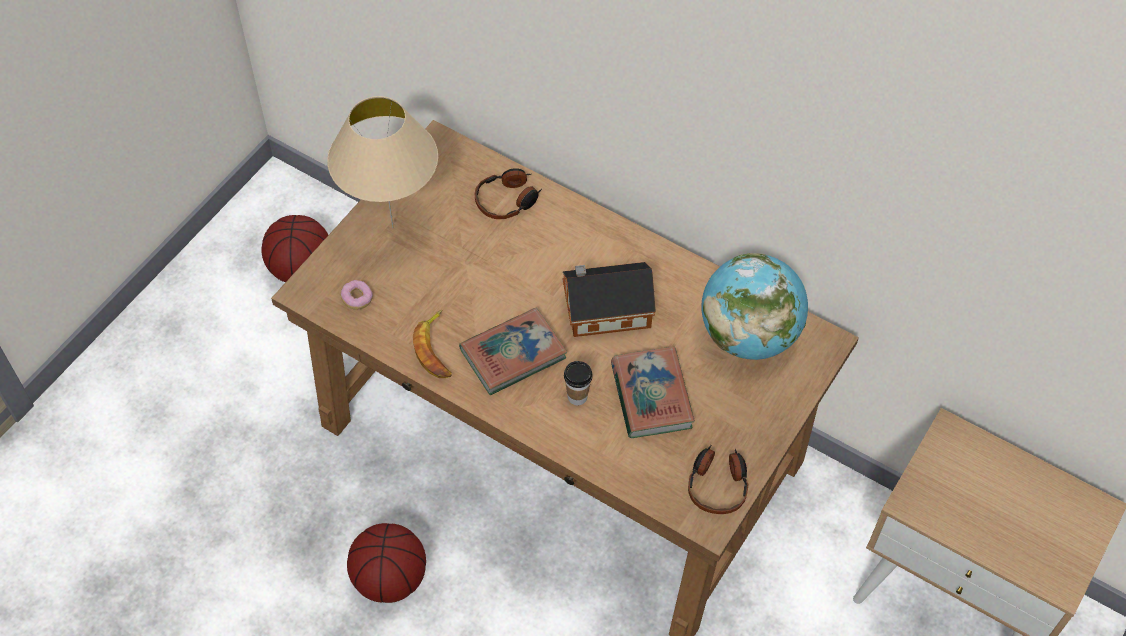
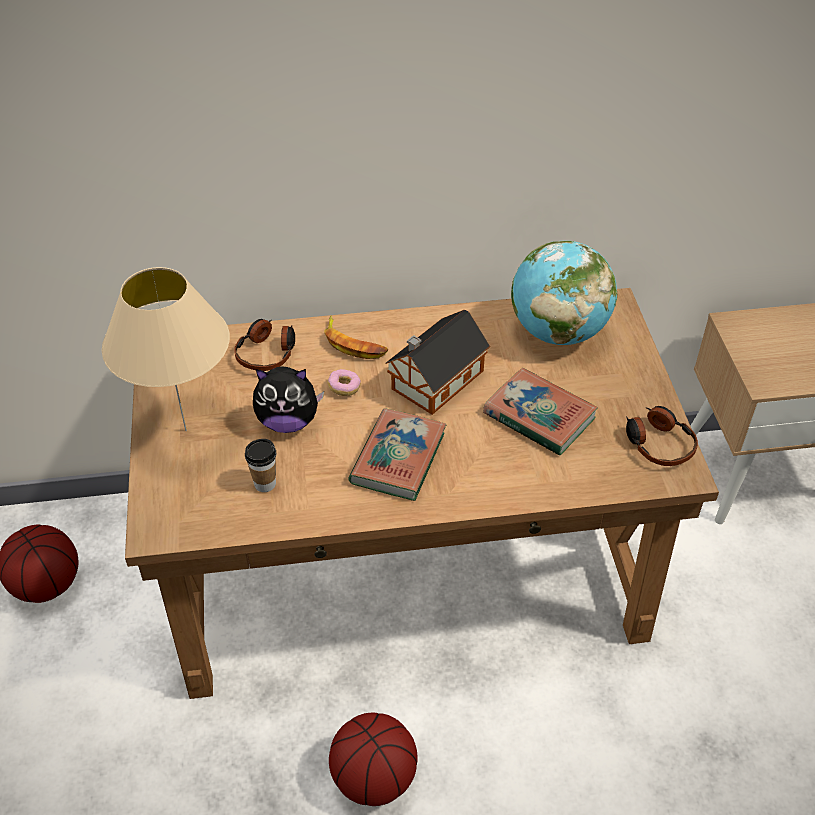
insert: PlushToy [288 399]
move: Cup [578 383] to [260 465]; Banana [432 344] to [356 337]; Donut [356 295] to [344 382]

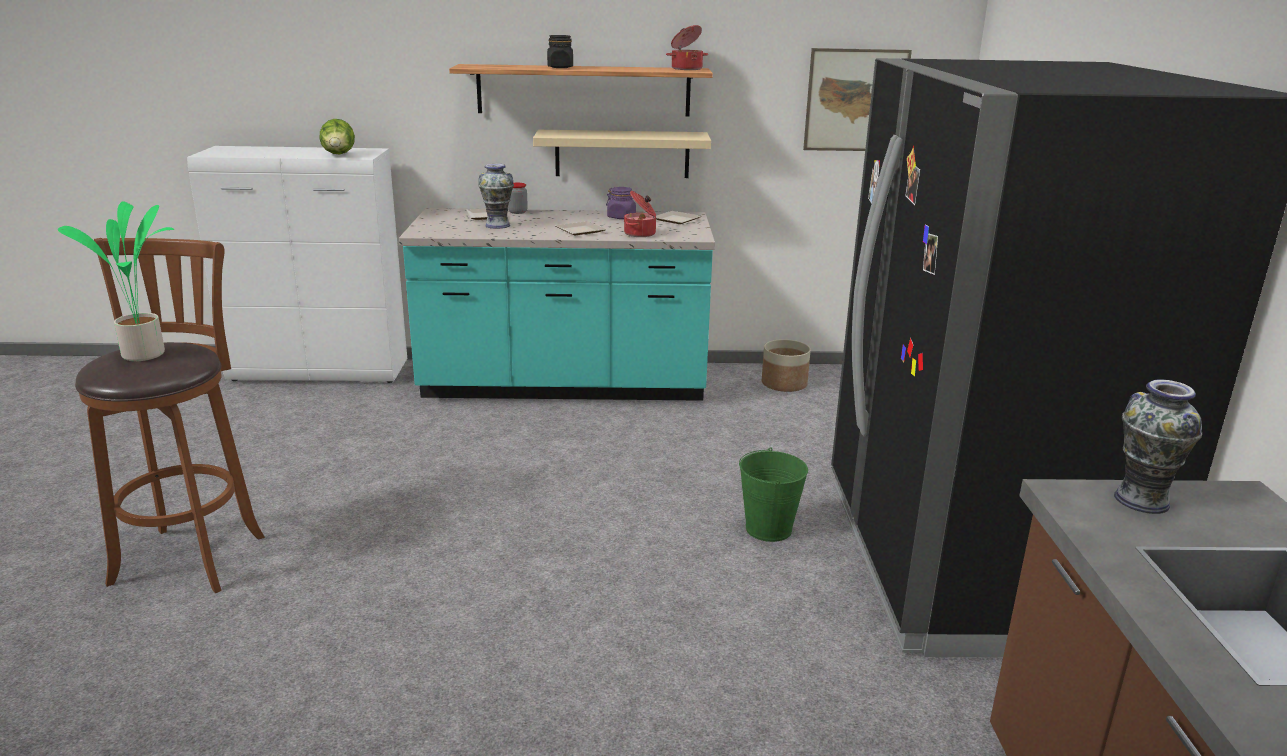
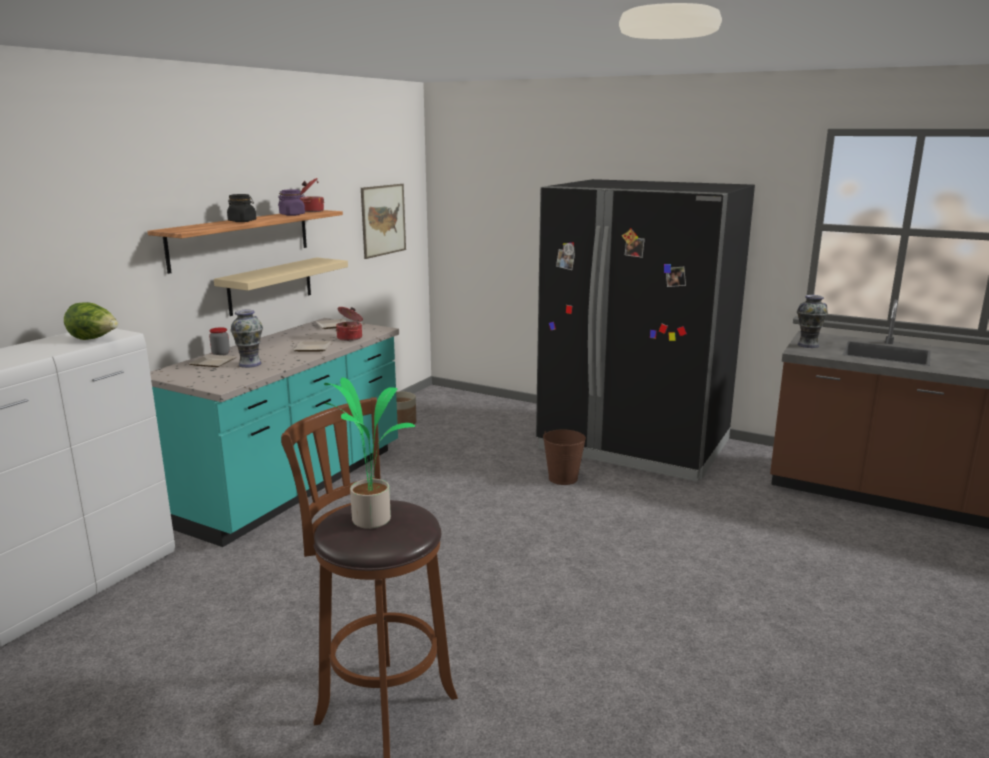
move: PurpleJar [621 203] to [291 202]
recolor: GreenBucket [773 494] to BrownBucket [564 457]

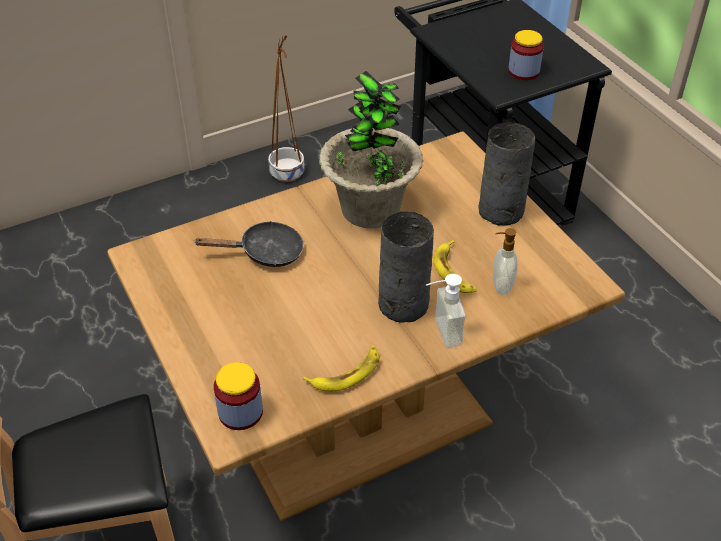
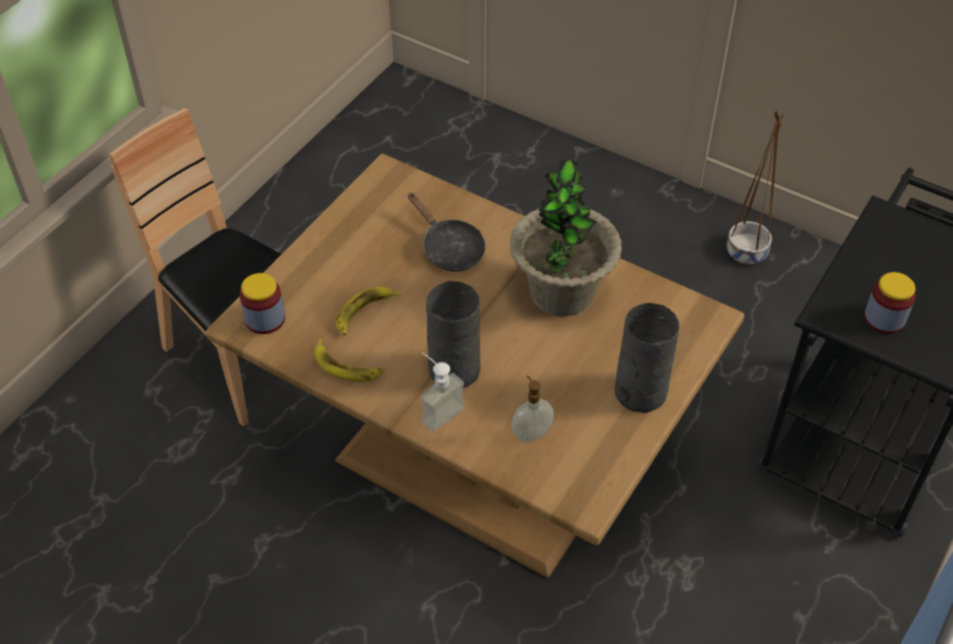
move: Banana [455 266] to [368 311]

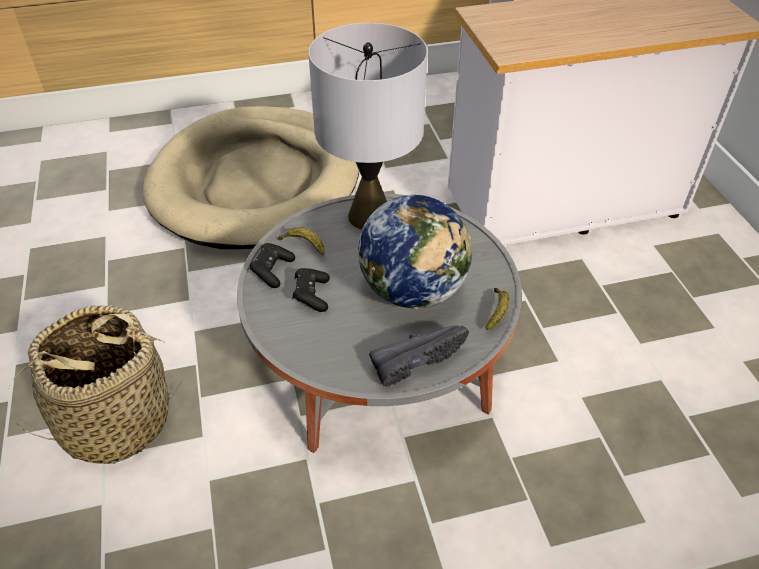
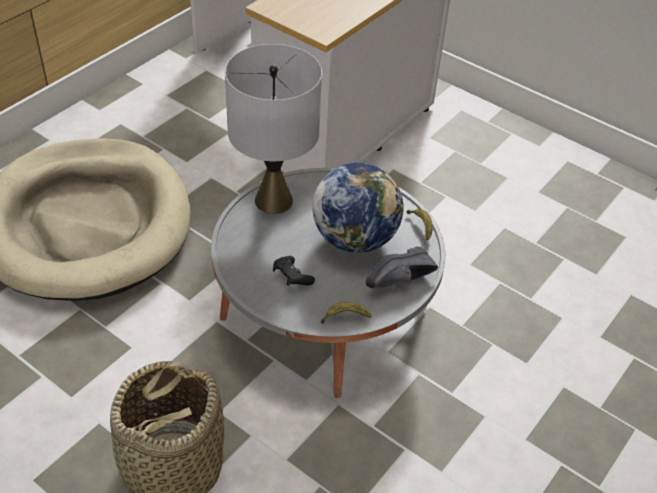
delete: BlackGameController [272 265]
move: Banana [301 241] to [346 313]
rotate: BlackShoe [419 356] = [402 267] 150 degrees counterclockwise

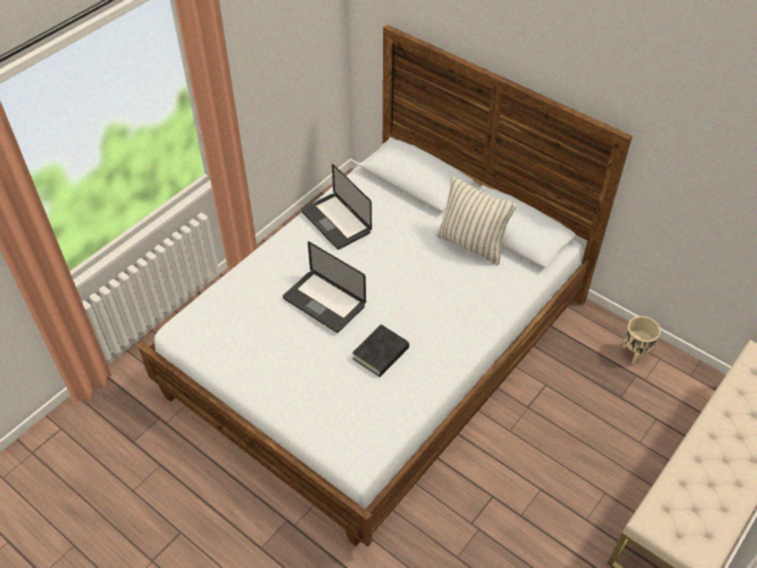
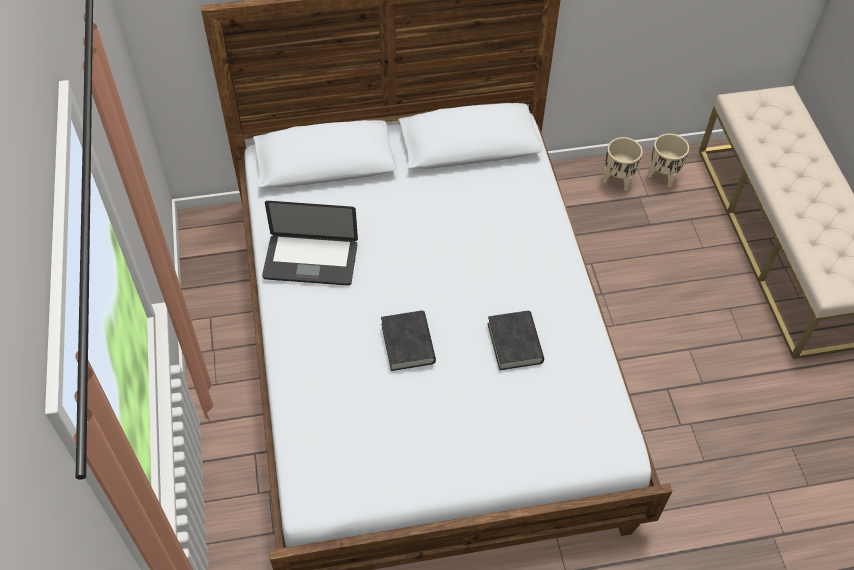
delete: Pillow [476 221]
insert: BeigePlanter [668 161]
replace: Laptop [324 287] to BlackBook [408 341]

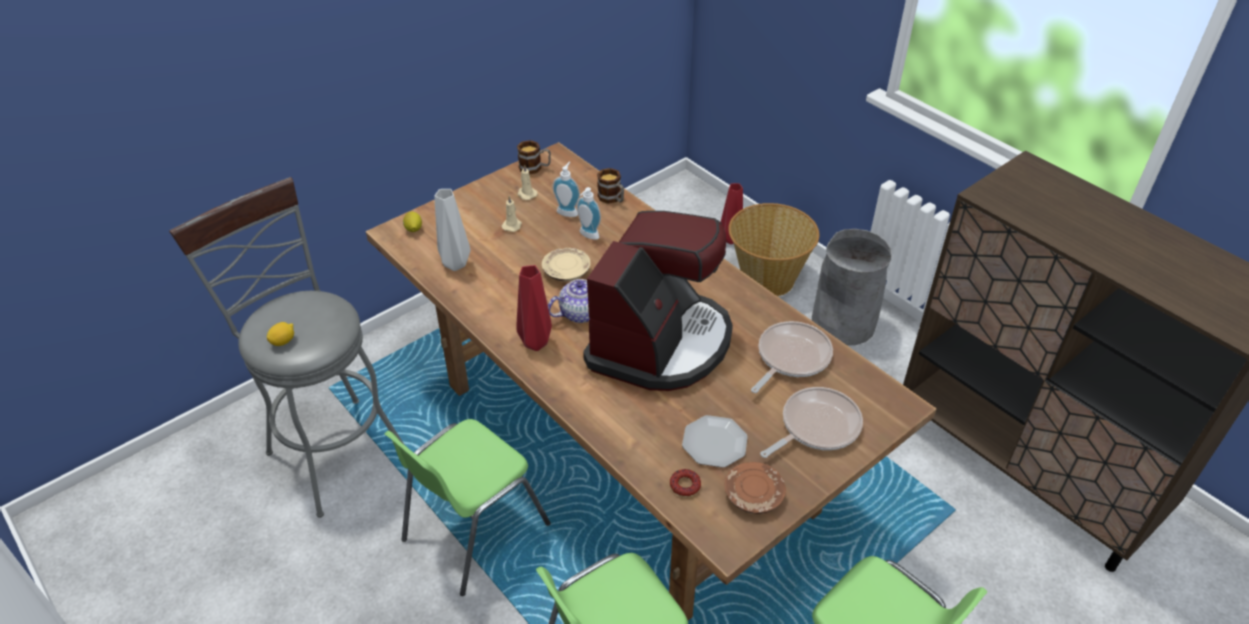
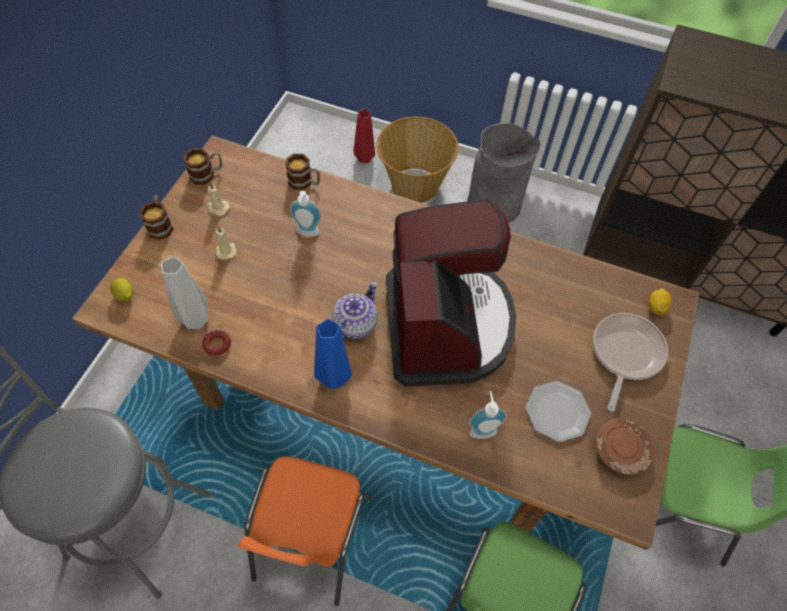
delete: BeigePlate [566 264]; FryingPan [792 357]
insert: Mug [156 217]
move: Donut [685 483] to [216 343]; SoapDispenser [566 189] to [488 415]; Lemon [280 334] to [660 302]
recolor: GreenChair [467 507] to OrangeChair [305 531]; RedVase [534 308] to BlueVase [333 354]

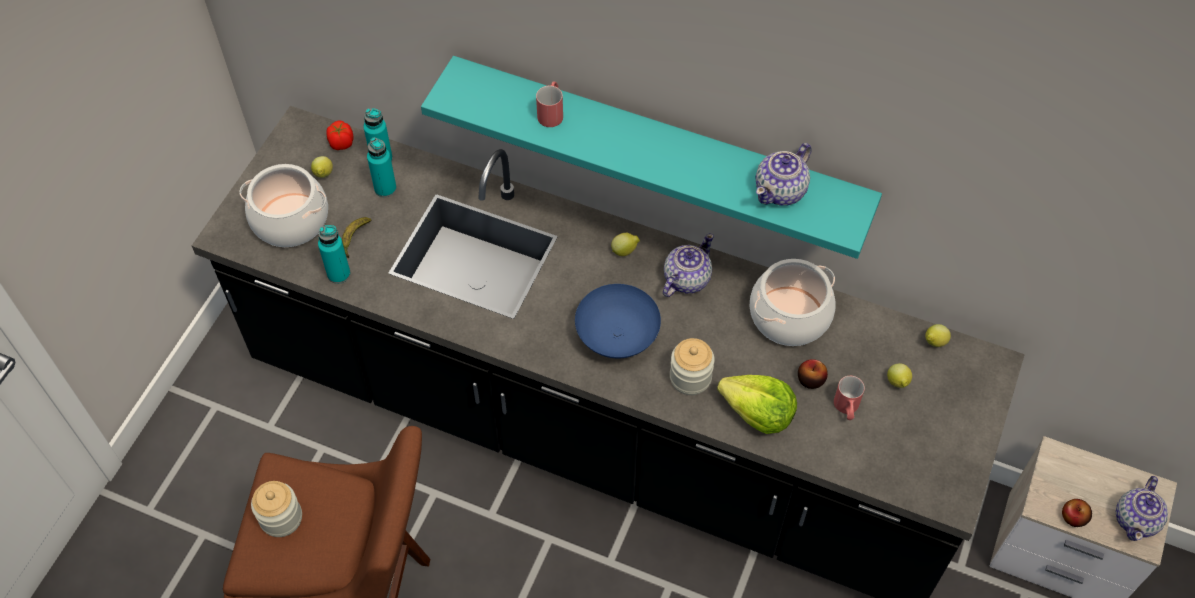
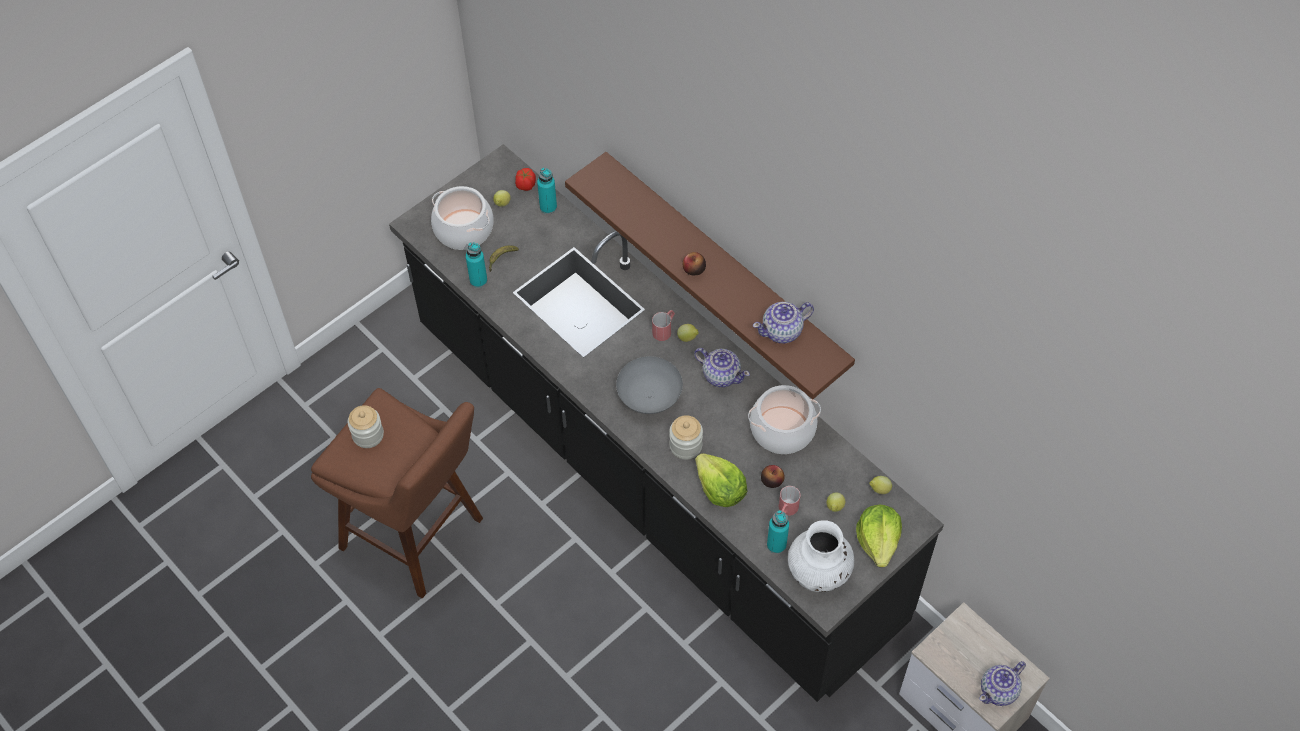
insert: WhiteVase [821 556]; Lettuce [879 536]
move: RedMug [549 104] to [663 325]; Apple [1077 513] to [694 263]; TurquoiseBottle [382 167] to [778 532]
recolor: TurquoiseShelf [651 157] to BrownShelf [710 275]; BlueBowl [618 321] to GreyBowl [649 385]
rotate: Teapot [688 265] = [722 367] 60 degrees clockwise

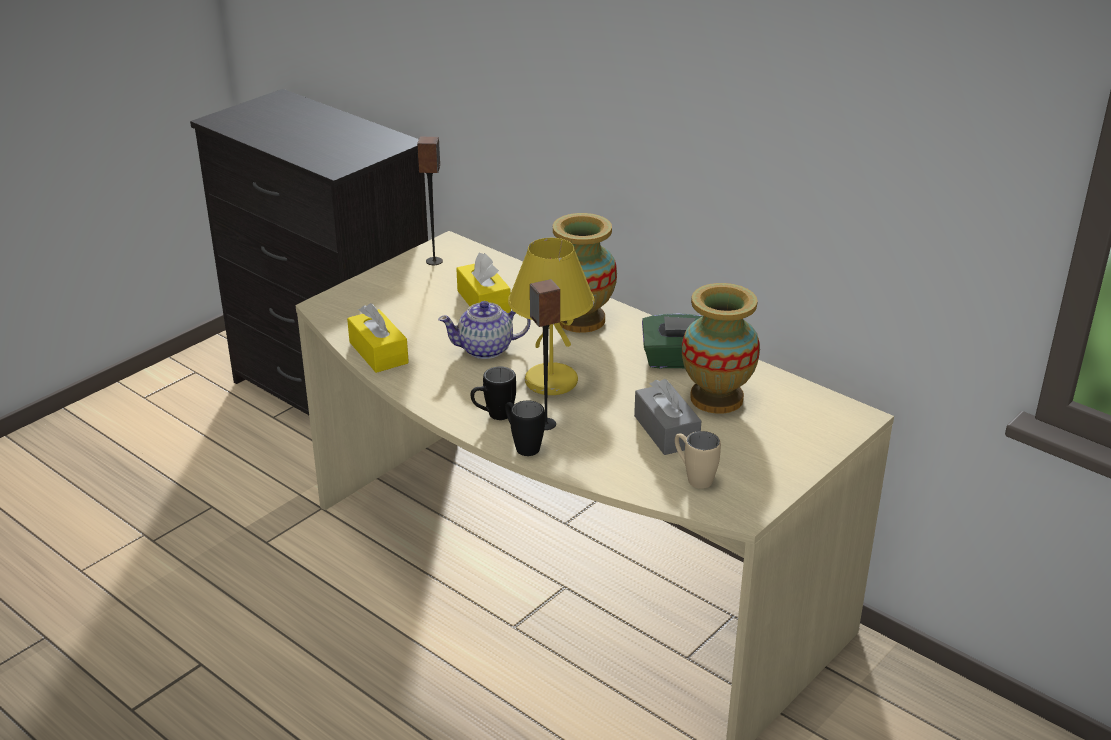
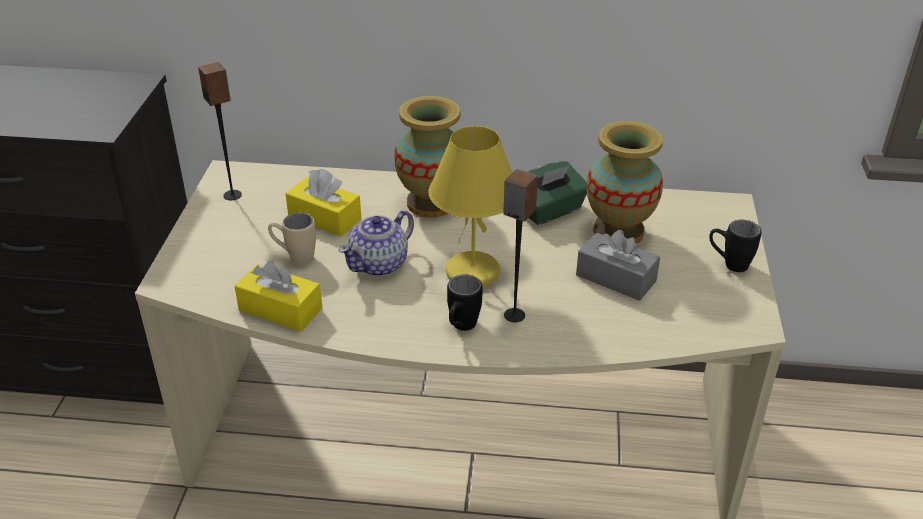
move: BeigeMug [698 460] to [292 239]; BlackMug [525 428] to [735 246]

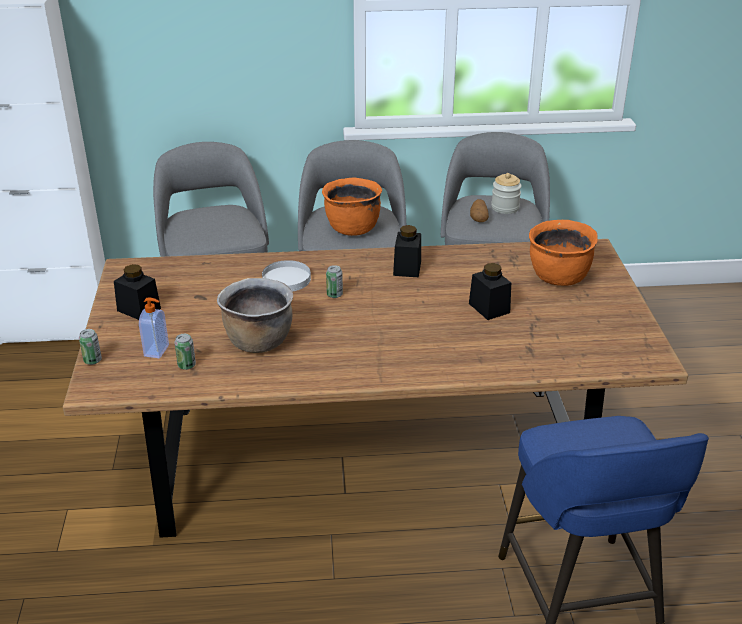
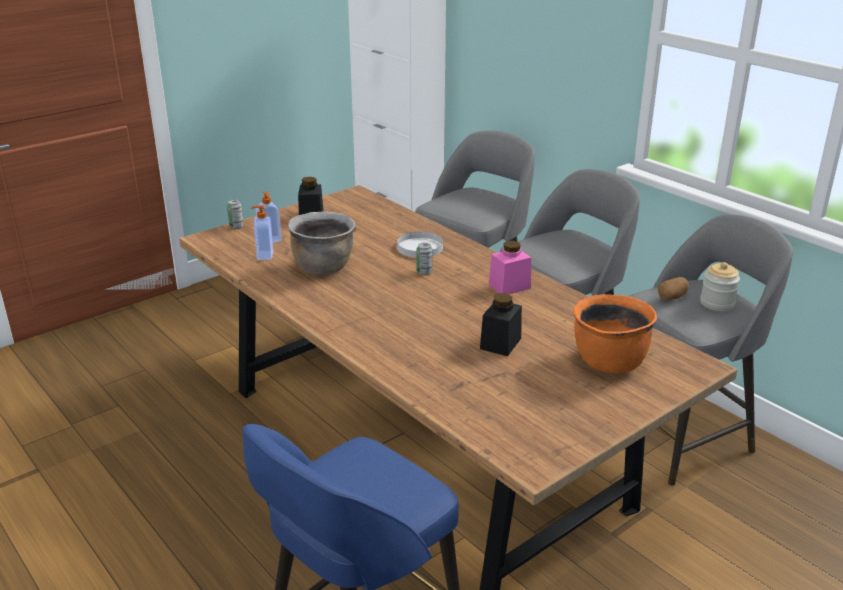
delete: OrangeCookingPot [352 206]
replace: Can [185 352] to SoapDispenser [262 232]
recolor: BlackJar [407 251] to PinkJar [510 267]

